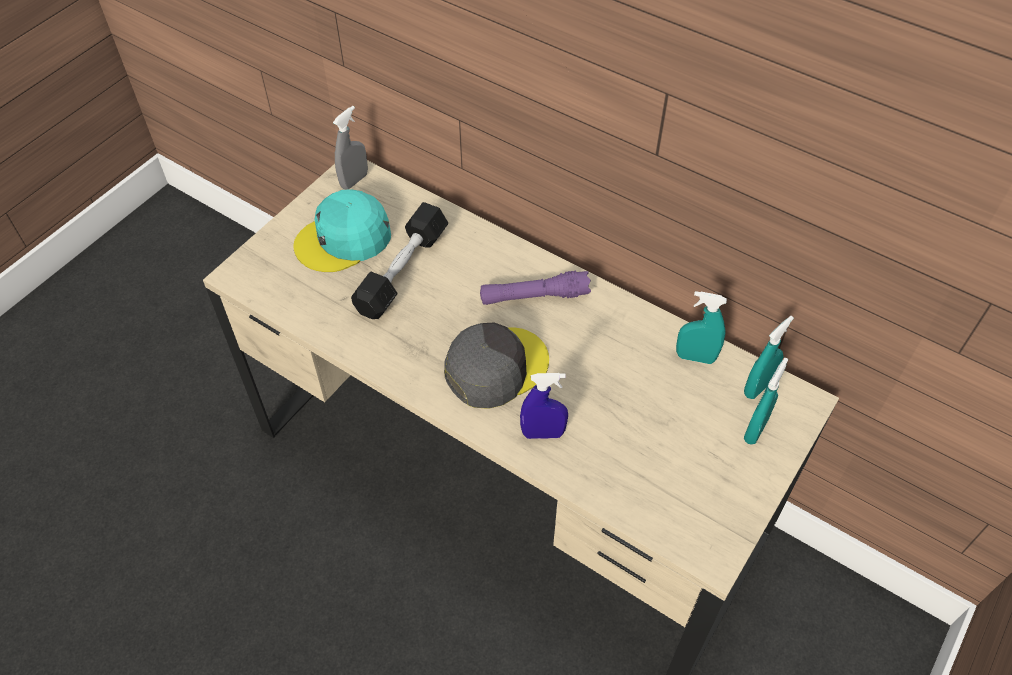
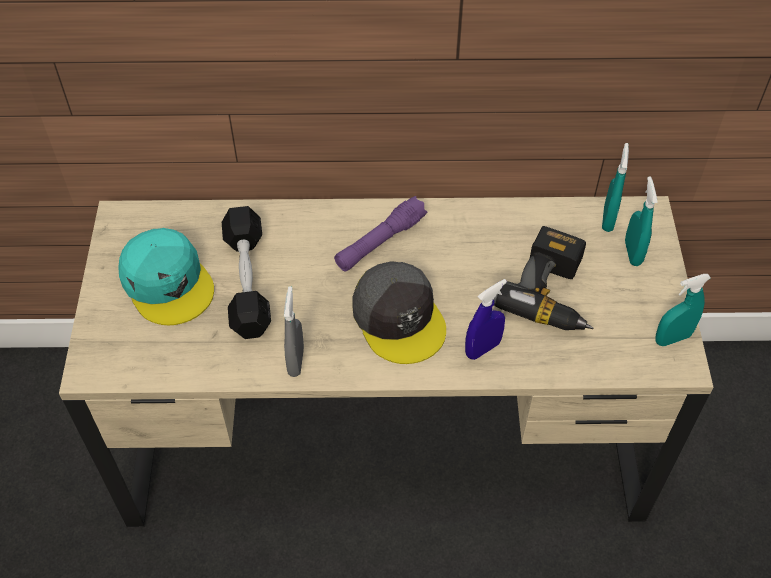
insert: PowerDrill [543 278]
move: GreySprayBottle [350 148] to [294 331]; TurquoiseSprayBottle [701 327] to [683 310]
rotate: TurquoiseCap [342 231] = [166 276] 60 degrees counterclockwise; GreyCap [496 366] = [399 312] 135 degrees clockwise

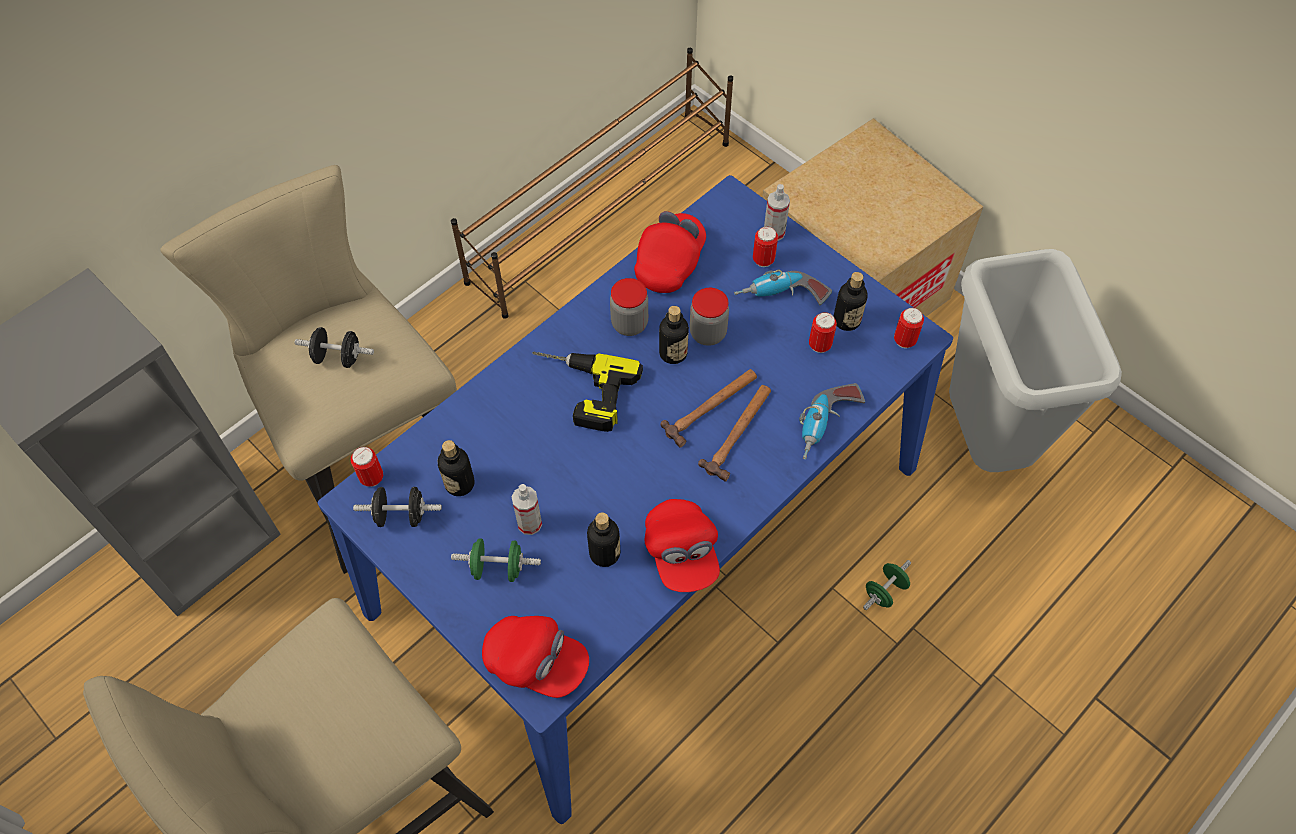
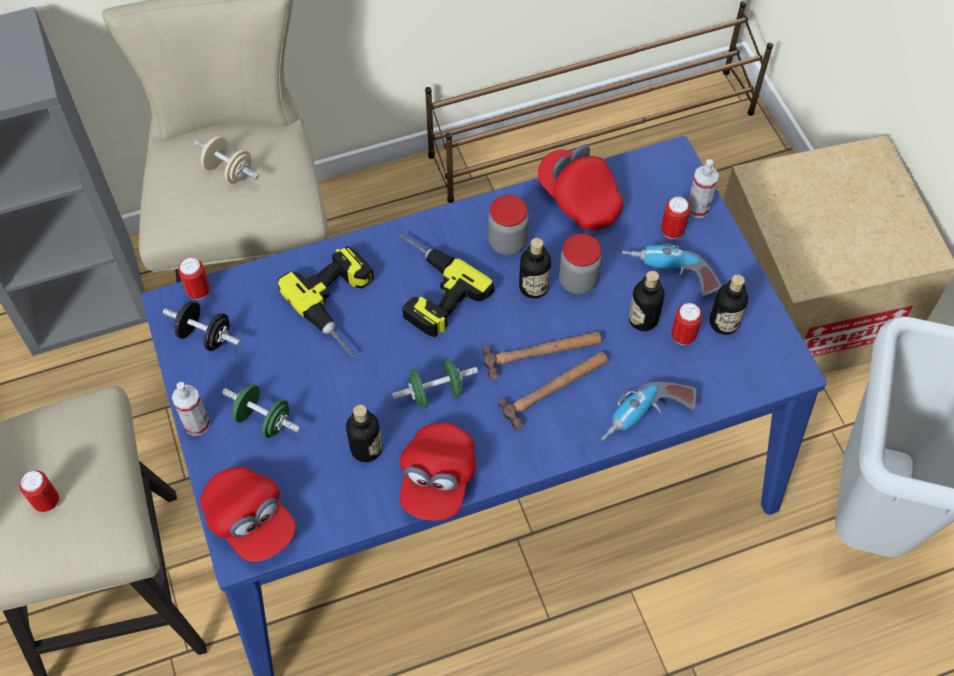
insert: PowerDrill [326 301]
move: Can [909 328] to [39 491]; SprayBottle [527 509] to [191 409]; GreenDumbbell [887 585] to [435 384]; Bottle [456 468] to [646 301]
recolor: BlackDumbbell [334 347] to BeigeDumbbell [226 160]
rotate: RedCap [670 252] = [580 187] 90 degrees counterclockwise

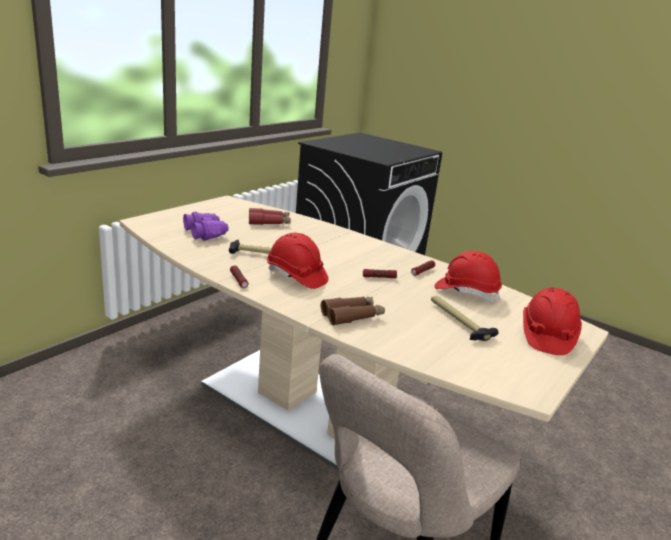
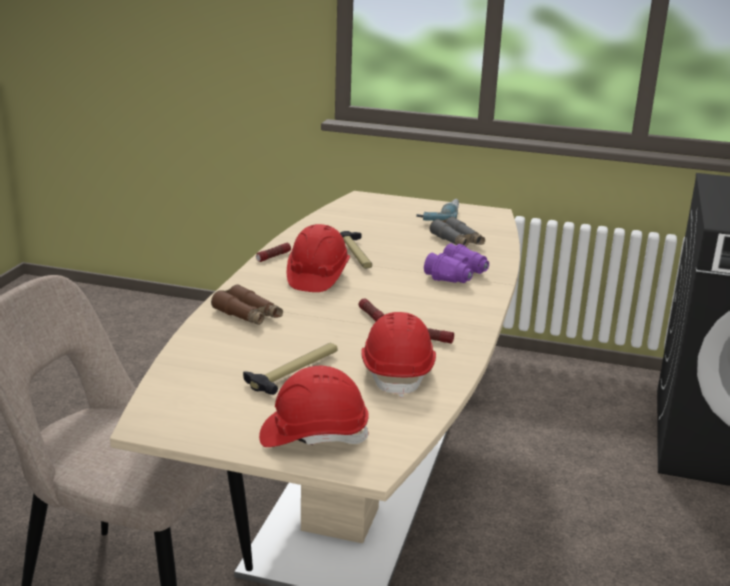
insert: PowerDrill [437 210]
move: PurpleBinoculars [206 226] to [456 263]
recolor: RedBinoculars [270 216] to GreyBinoculars [457 232]

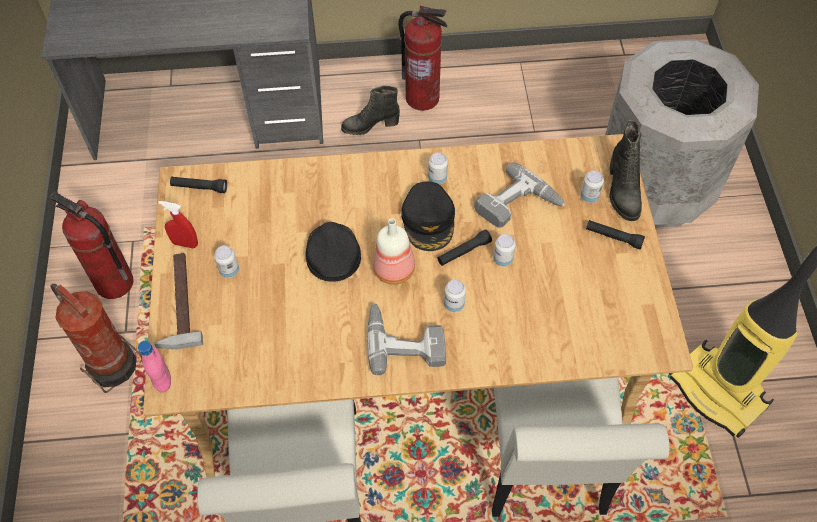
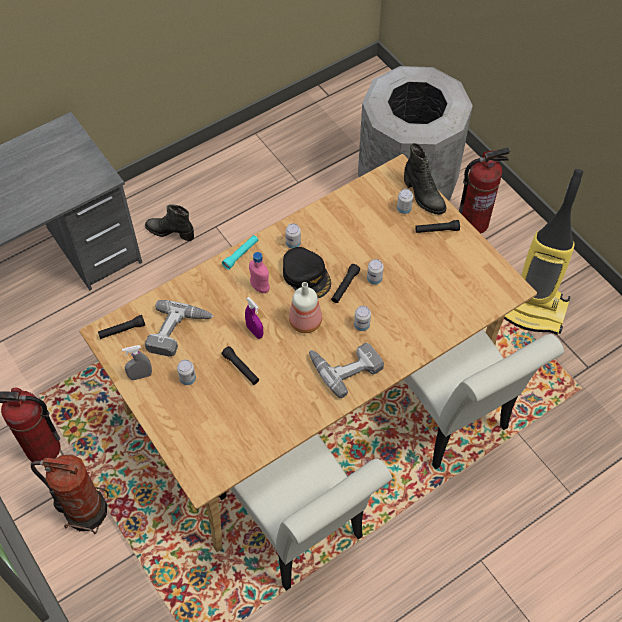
delete: Hammer [178 301]
insert: TurquoiseFlashlight [240 252]; BlackFlashlight [240 365]
move: PowerDrill [519 194] to [179 328]; PinkBottle [154 367] to [259 272]; FireExtinguisher [423 58] to [484 190]
replace: BlackCap [333 252] to PurpleSprayBottle [254 318]
recolor: RedSprayBottle [178 224] to GreySprayBottle [137 362]
rotate: BlackBoot [370 110] = [169 222] 60 degrees clockwise

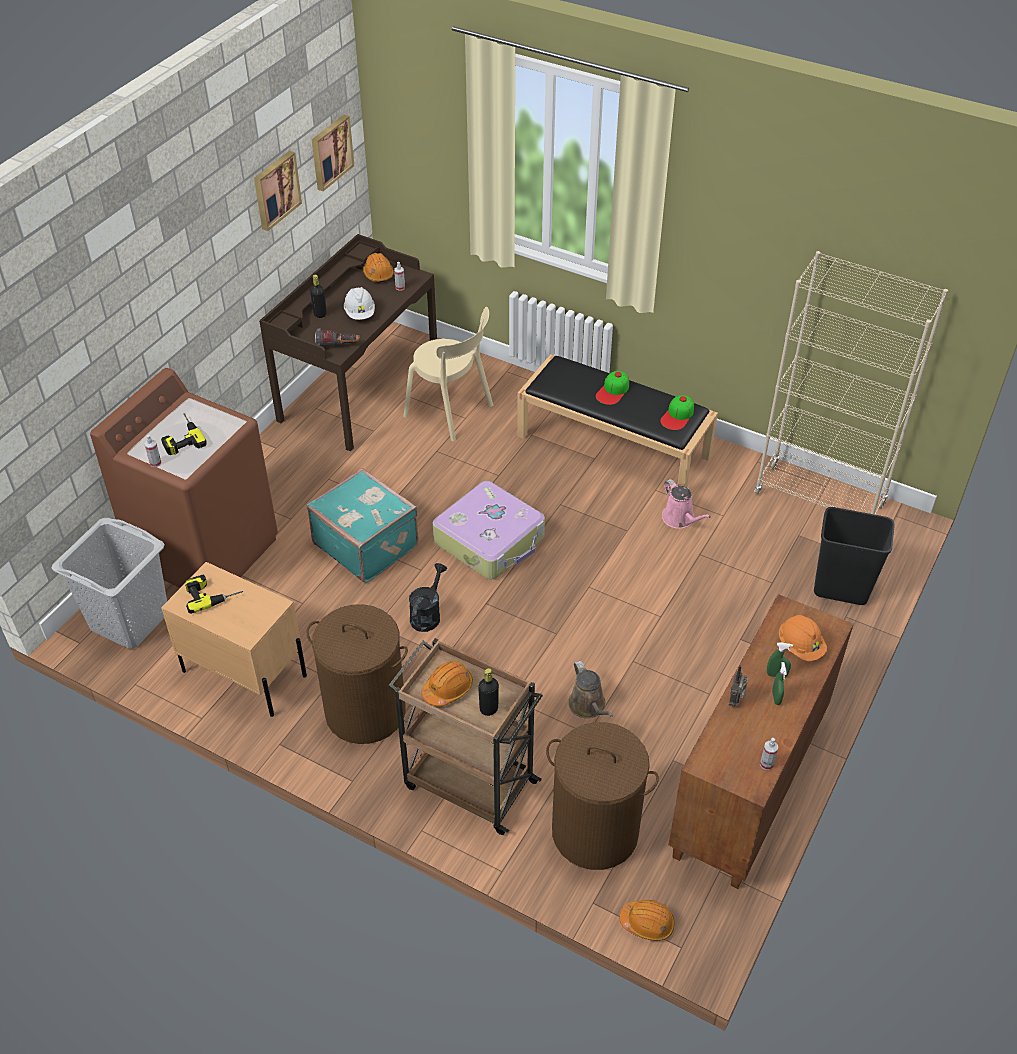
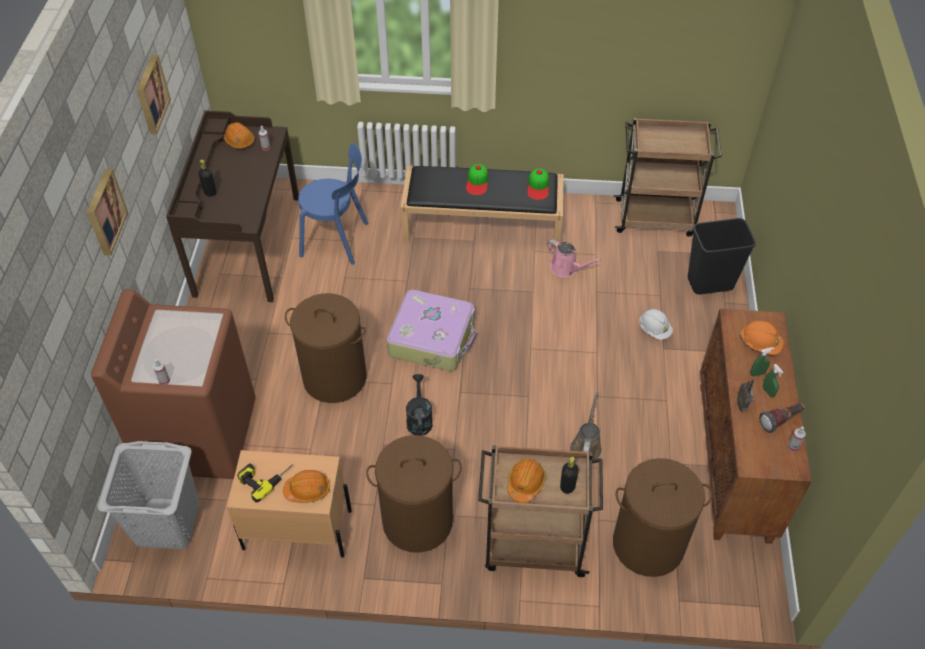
delete: PowerDrill [184 434]
move: Picture [333 153] to [107 212]; OrangeHardHat [647 920] to [306 486]; WhiteHardHat [359 303] to [656 324]; Flashlight [337 337] to [782 418]
replace: TurquoiseSuitcase [363 525] to BrownLaundryBasket [325 348]; BeigeBookcase [851 383] to BrownCart [668 177]
recolor: BeigeChair [448 374] to BlueChair [333 204]
rotate: BrownWateringCan [590 689] = [586 425] 120 degrees counterclockwise

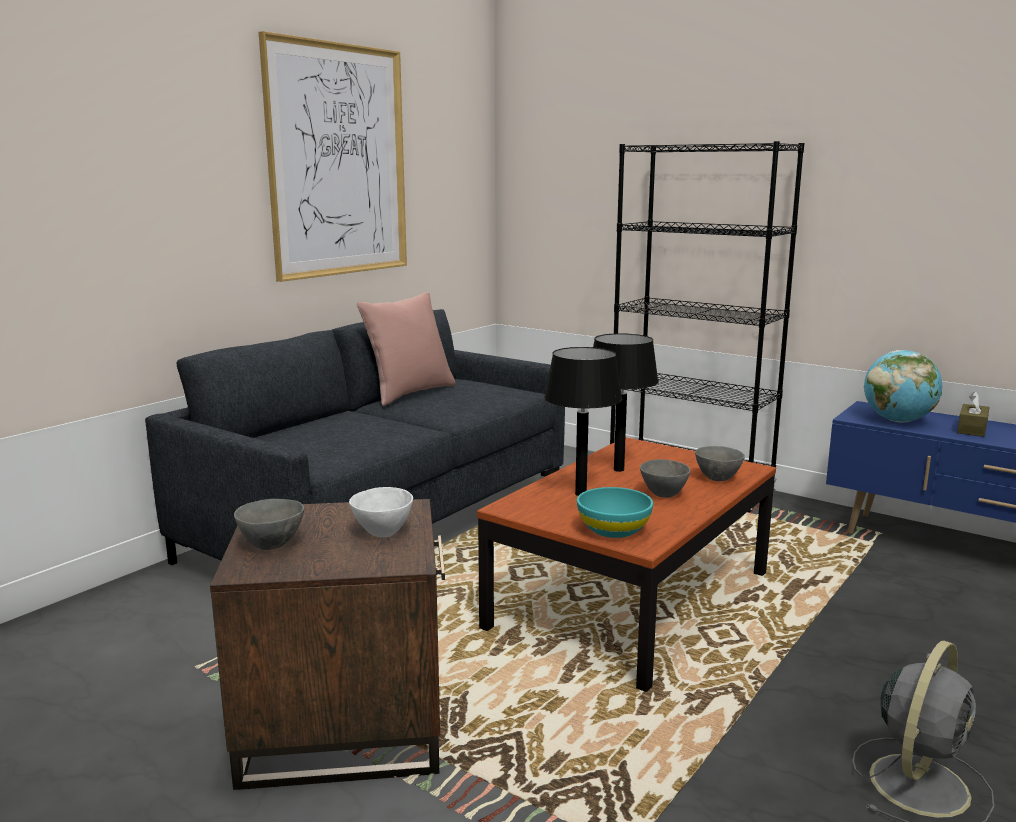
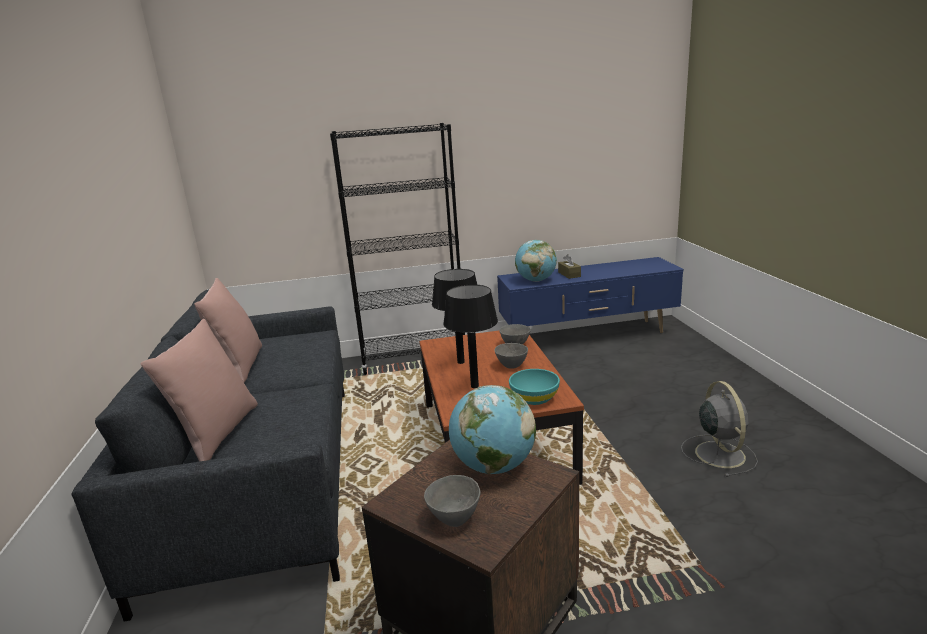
delete: Picture [333 156]
insert: PinkPillow [199 390]
replace: WhiteBowl [381 512] to Globe [492 429]

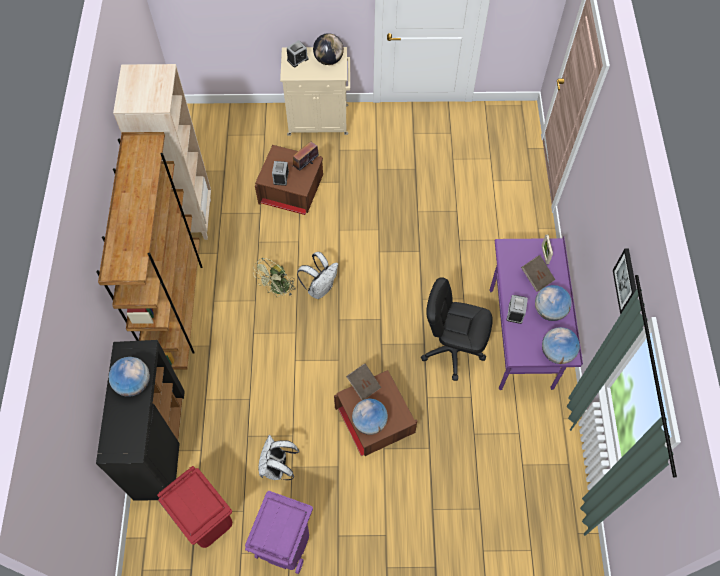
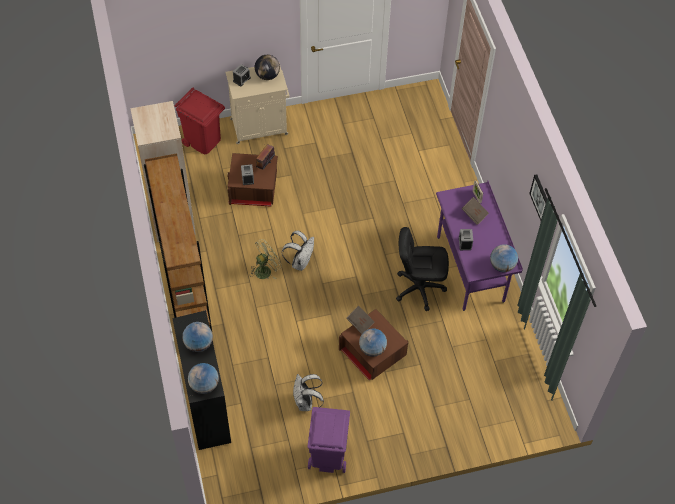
move: RedTrashCan [194 507] to [200 121]; Globe [553 303] to [203 378]
rotate: GreenFan [274 277] = [266 259] 150 degrees counterclockwise

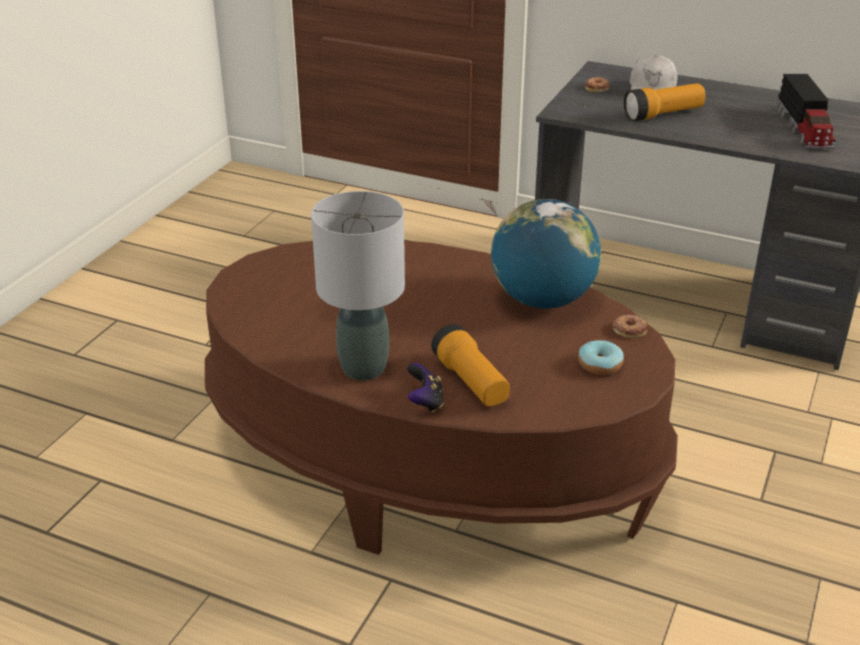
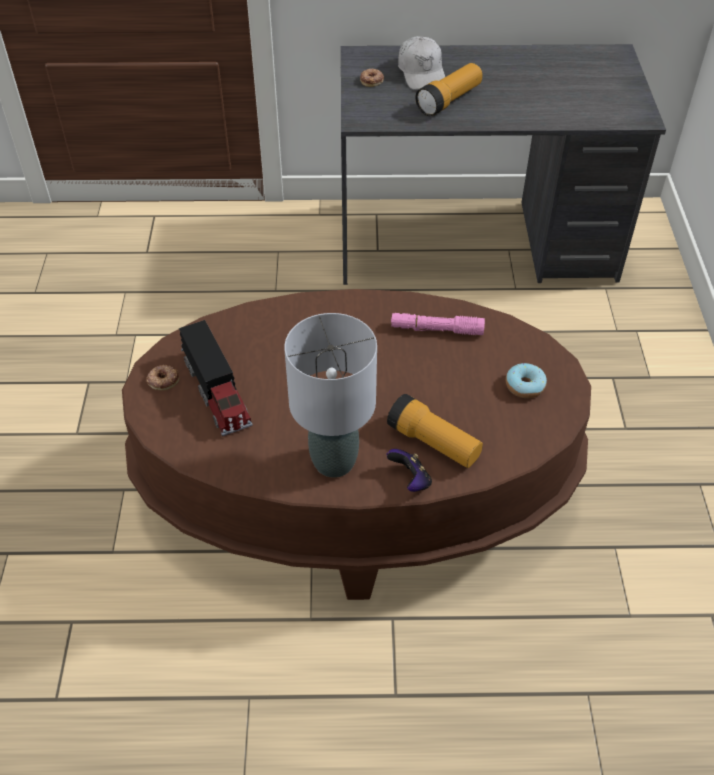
move: Donut [629 326] to [163 378]; ToyTruck [806 111] to [216 378]
replace: Globe [546 254] to PinkFlashlight [438 324]

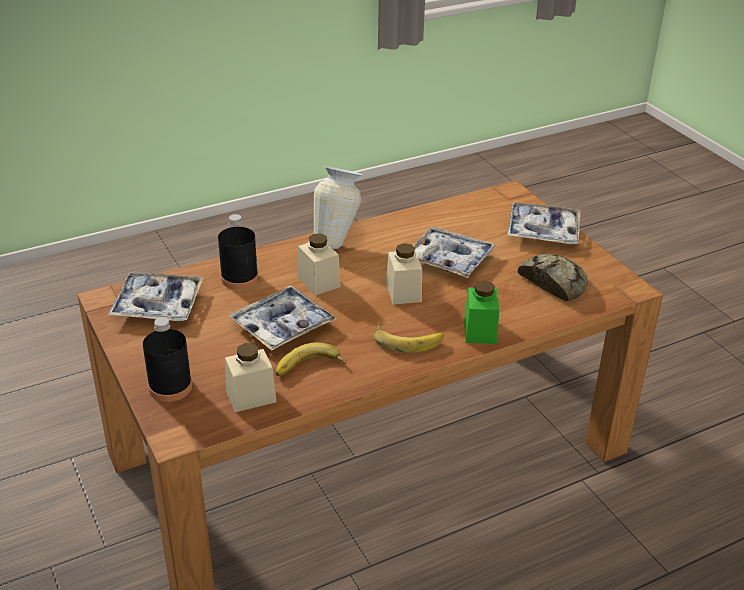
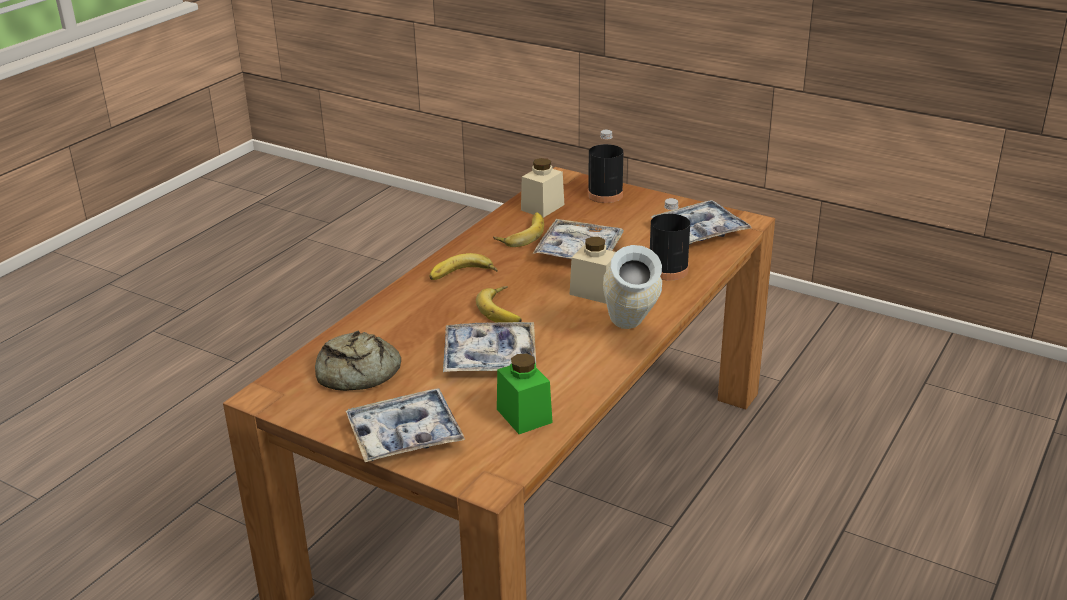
move: GreenJar [481 312] to [525 393]
replace: BeigeJar [404 273] to Banana [499 304]

